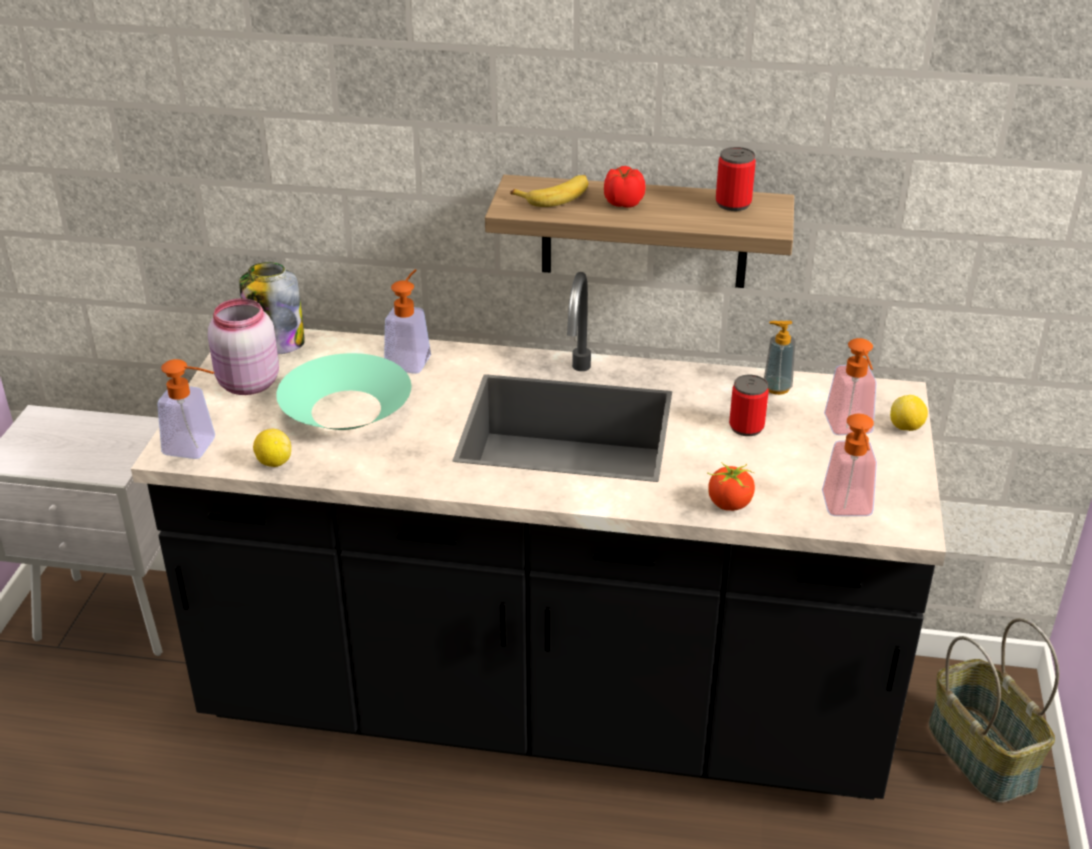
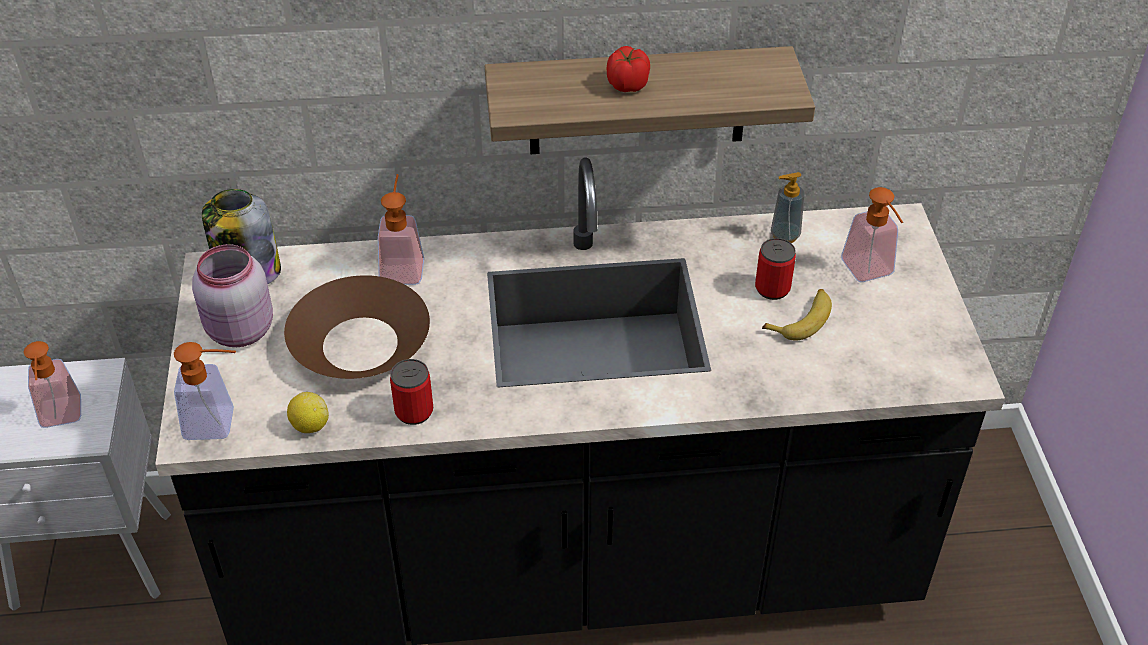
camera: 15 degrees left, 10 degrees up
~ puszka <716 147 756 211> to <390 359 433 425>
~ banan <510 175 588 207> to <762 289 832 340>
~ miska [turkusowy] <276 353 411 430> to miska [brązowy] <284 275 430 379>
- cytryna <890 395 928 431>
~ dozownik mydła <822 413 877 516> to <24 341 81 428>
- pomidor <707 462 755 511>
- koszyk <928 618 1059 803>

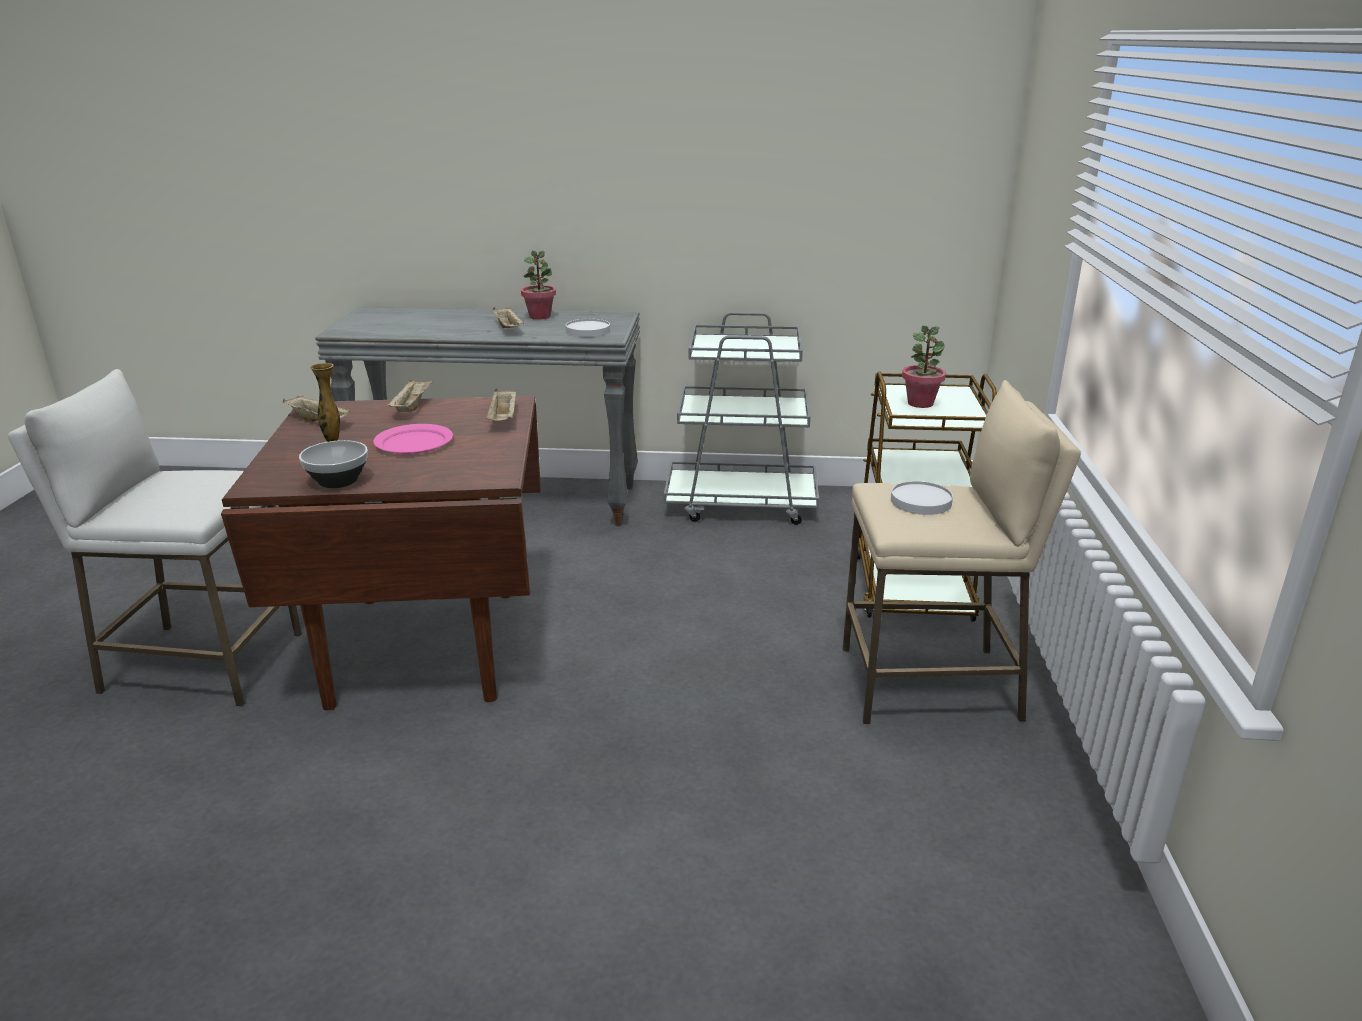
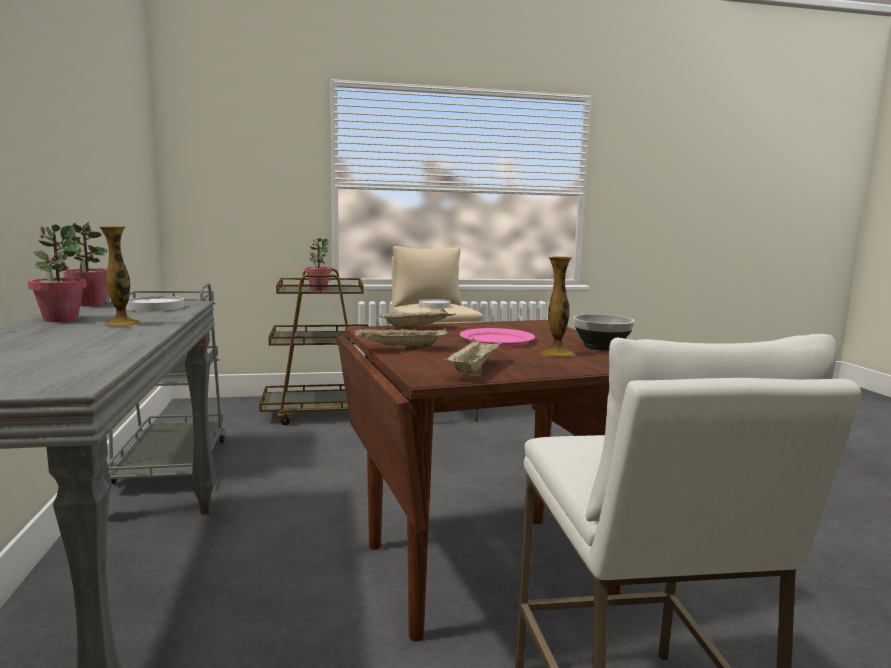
camera: 105 degrees left, 15 degrees down
~ taca [beżowy] <493 307 524 328> to wazon <99 226 141 327>
+ roślina doniczkowa <63 222 108 306>

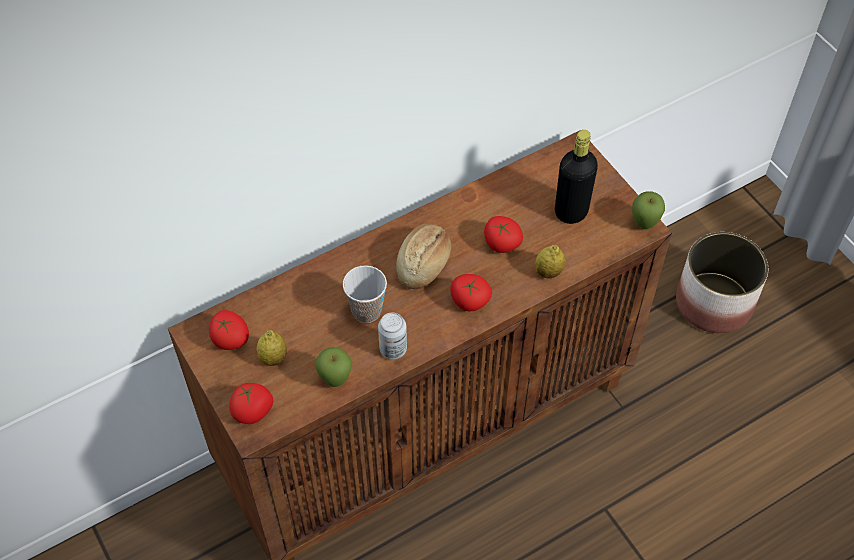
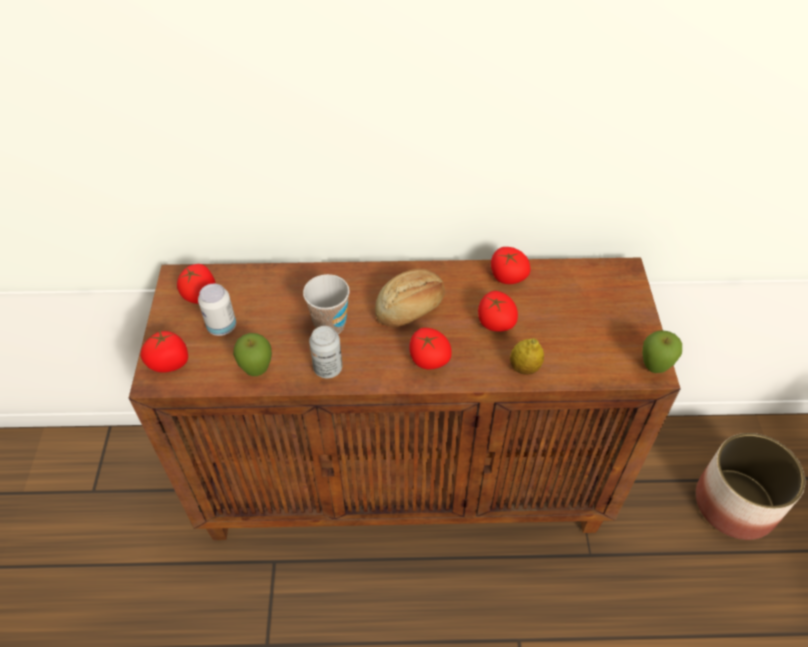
camera: 30 degrees right, 5 degrees down
- butelka [czarny] <555 130 598 224>
~ cytryna <256 330 287 366> to puszka <198 284 236 336>
+ pomidor <491 247 530 284>

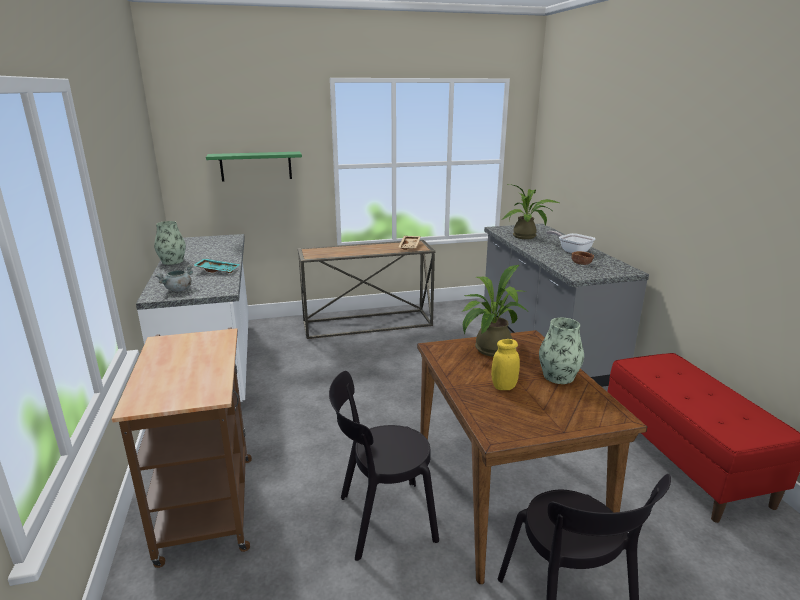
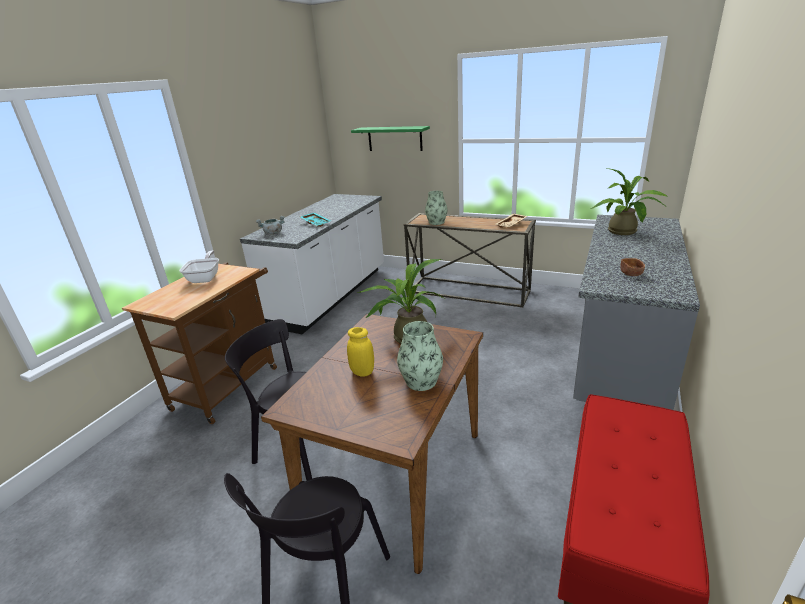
camera: 40 degrees right, 5 degrees up
~ wazon <154 221 186 265> to <425 191 448 225>
~ patelnia <546 231 596 253> to <179 251 219 283>

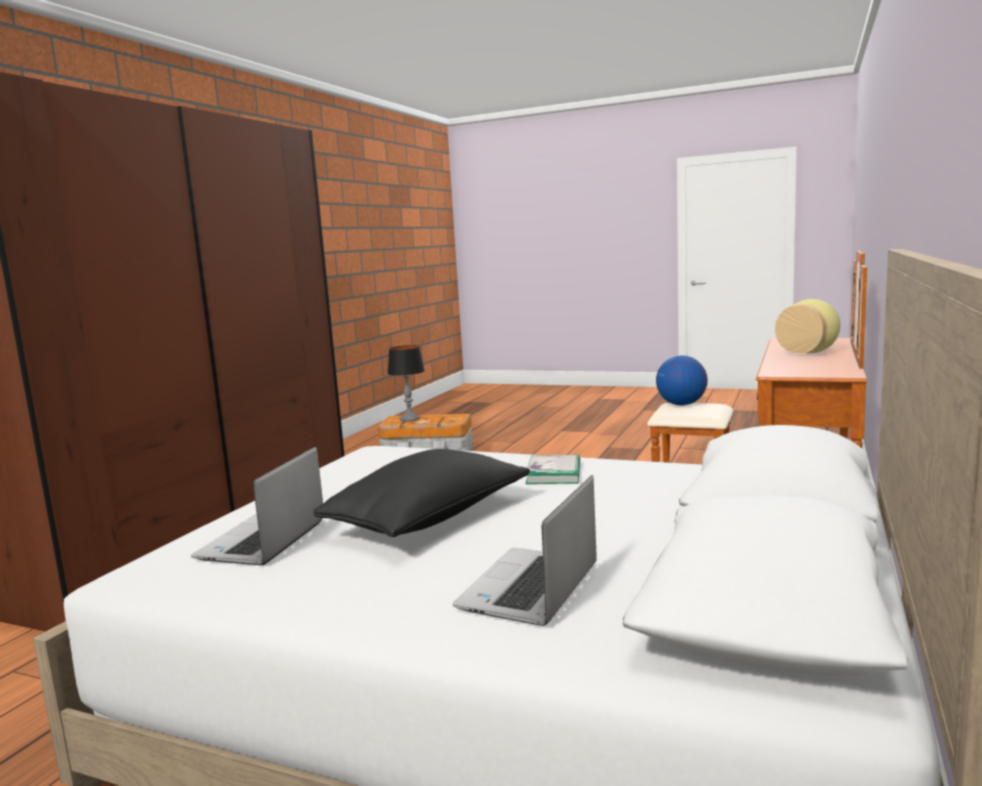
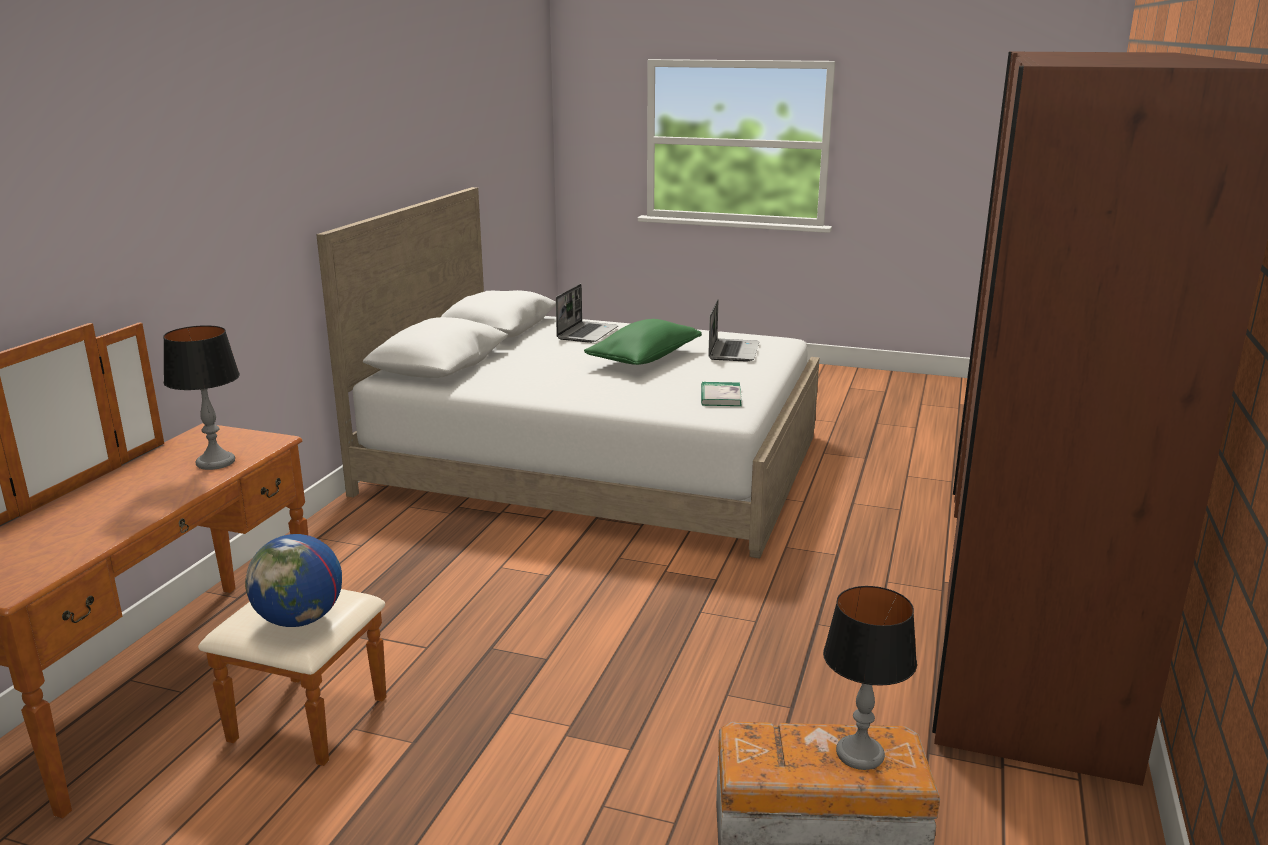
camera: 175 degrees right, 10 degrees up
- wazon <775 299 840 354>
~ poduszka [czarny] <313 449 530 537> to poduszka [zielony] <584 319 702 365>
~ książka <526 455 580 484> to <701 382 742 406>
+ lampa stołowa <163 325 240 470>

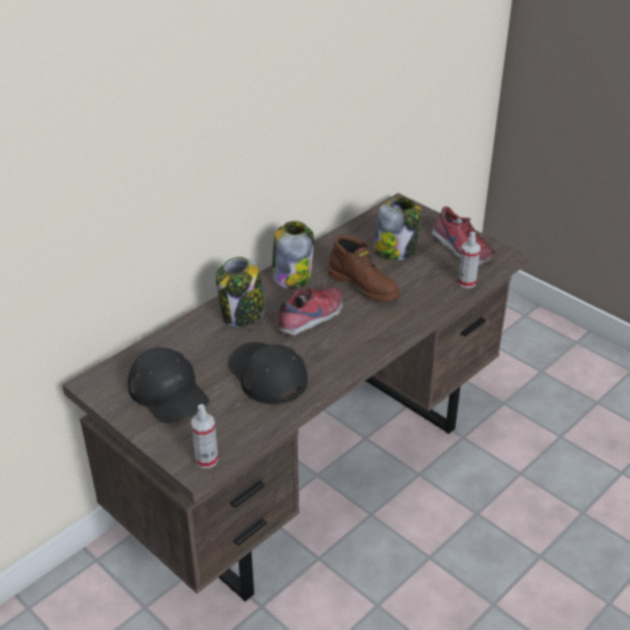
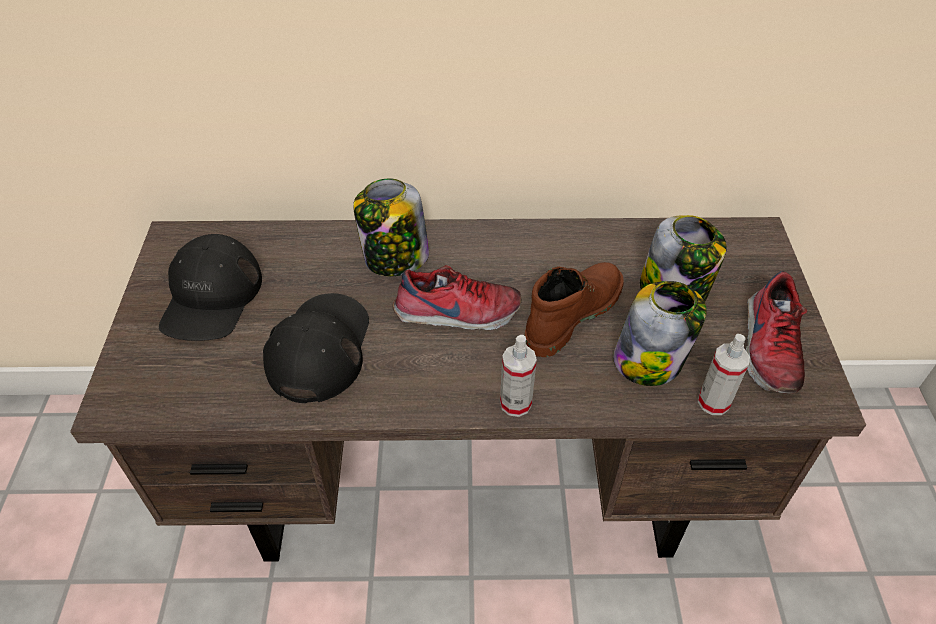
camera: 45 degrees right, 10 degrees up
~ słoik <272 221 314 289> to <613 281 707 386>
~ but z cholewką [brązowy] <328 235 400 301> = <524 262 623 357> 135 degrees counterclockwise
~ spryskiwacz <191 404 218 468> to <500 335 537 417>

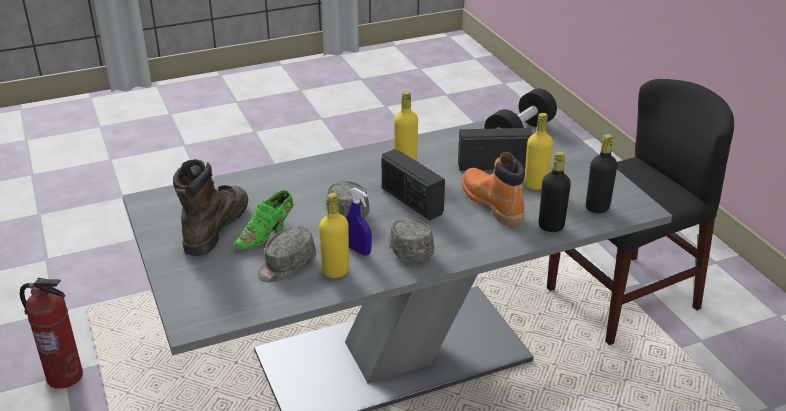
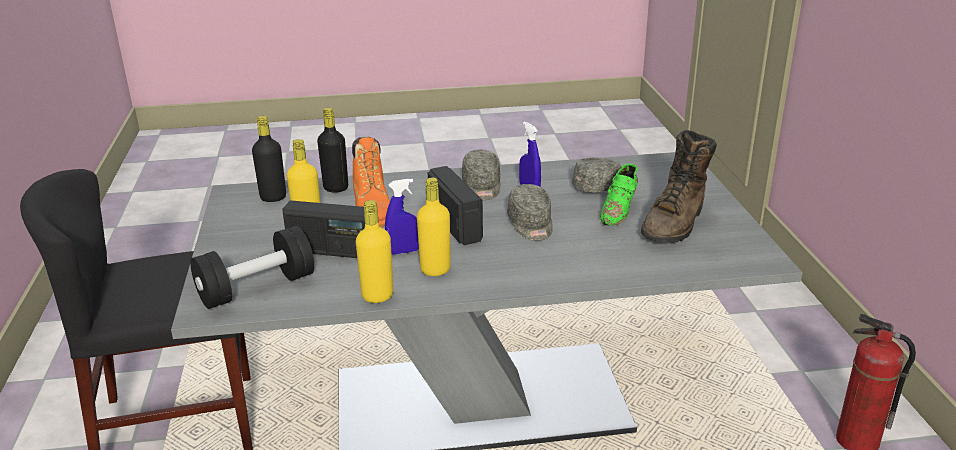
camera: 165 degrees left, 5 degrees down
~ but [zielony] <232 190 294 250> = <600 164 638 226> 150 degrees clockwise
~ butelka [żółty] <319 193 349 278> to <356 200 393 303>
+ spryskiwacz [niebieski] <385 179 419 255>

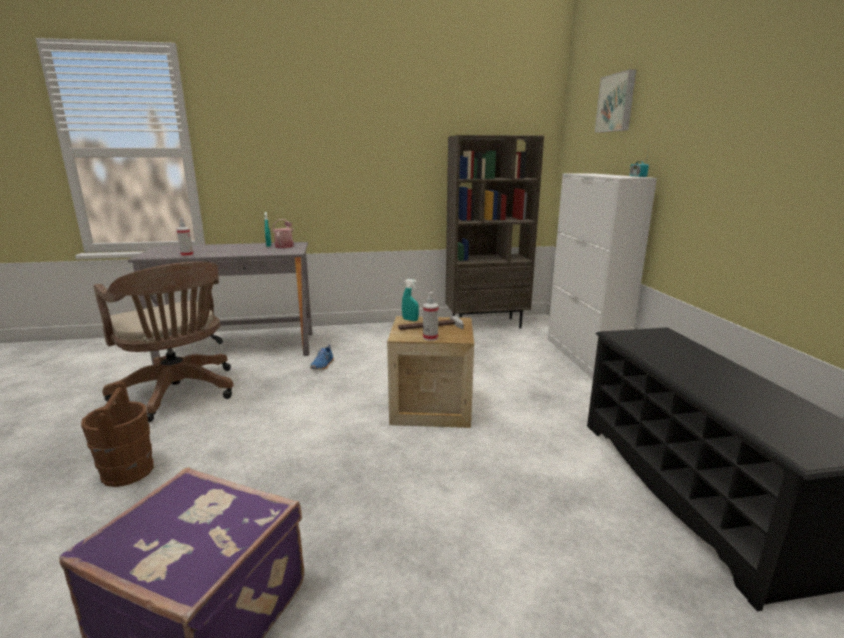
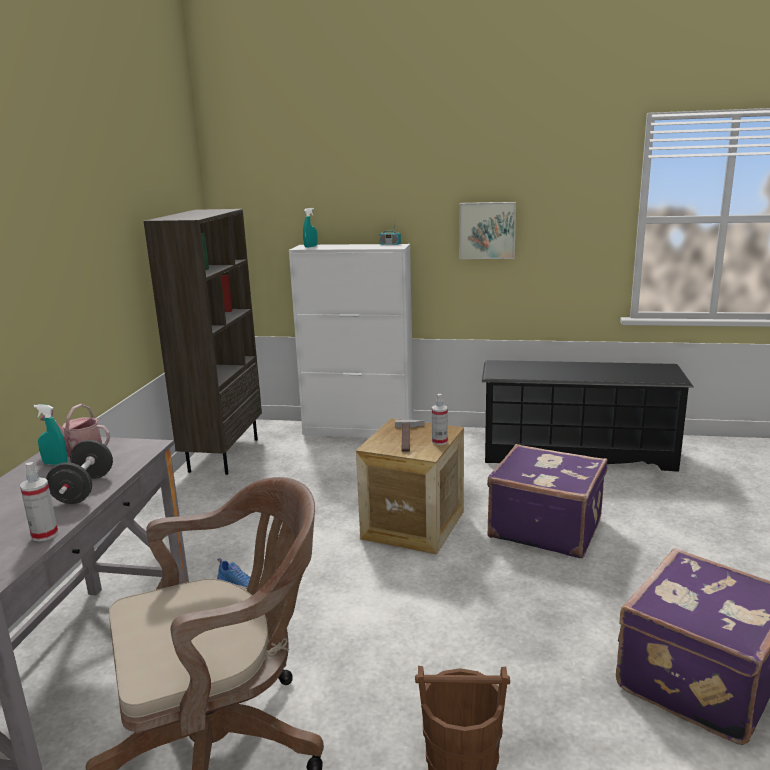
camera: 70 degrees left, 0 degrees up
~ obraz <595 69 636 133> to <459 202 516 259>
~ spryskiwacz [turkusowy] <402 279 419 321> to <303 208 317 248>
+ hantel [czarny] <46 440 113 504>
+ walizka [fioletowy] <487 444 607 558>

